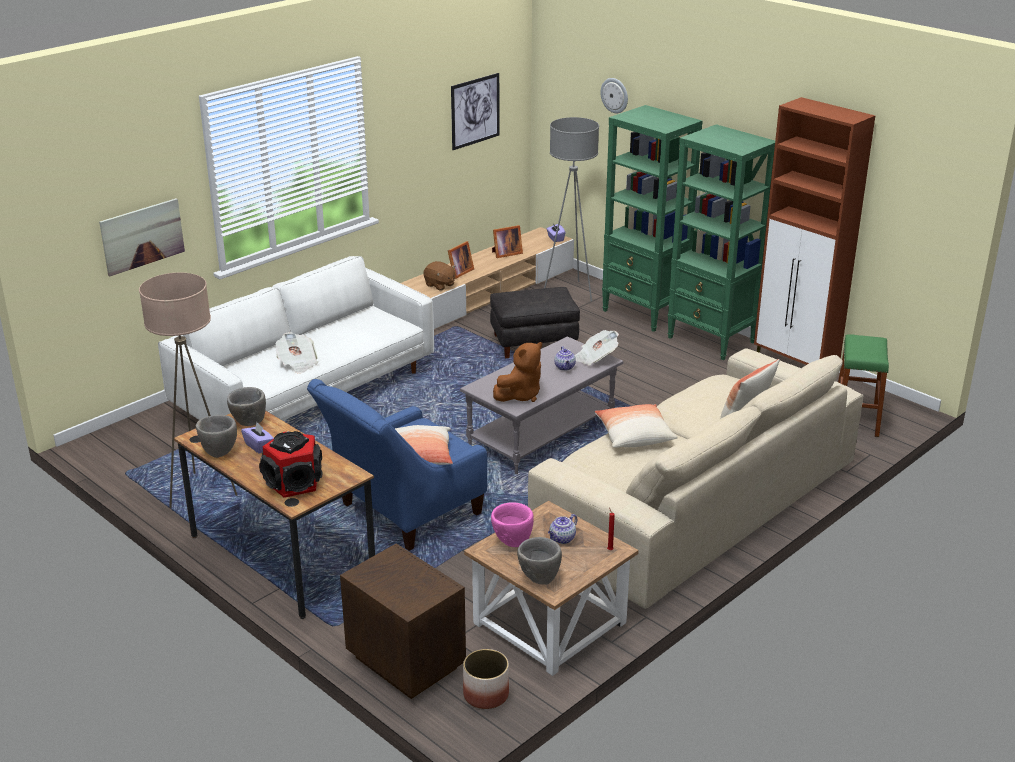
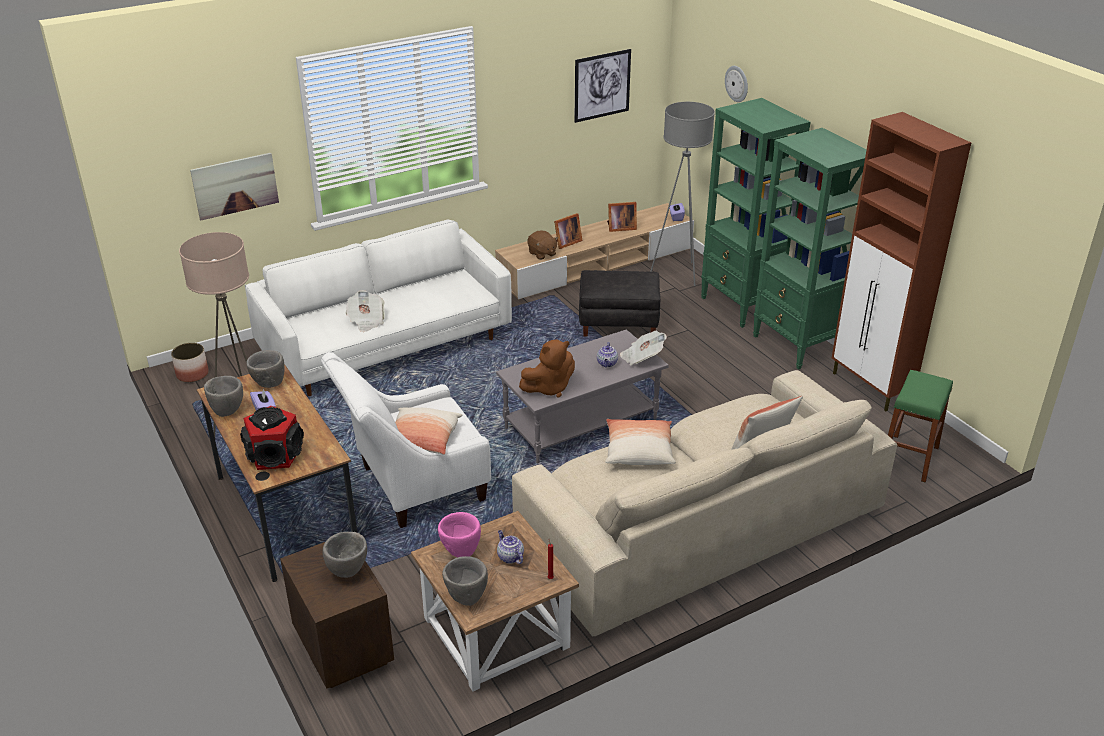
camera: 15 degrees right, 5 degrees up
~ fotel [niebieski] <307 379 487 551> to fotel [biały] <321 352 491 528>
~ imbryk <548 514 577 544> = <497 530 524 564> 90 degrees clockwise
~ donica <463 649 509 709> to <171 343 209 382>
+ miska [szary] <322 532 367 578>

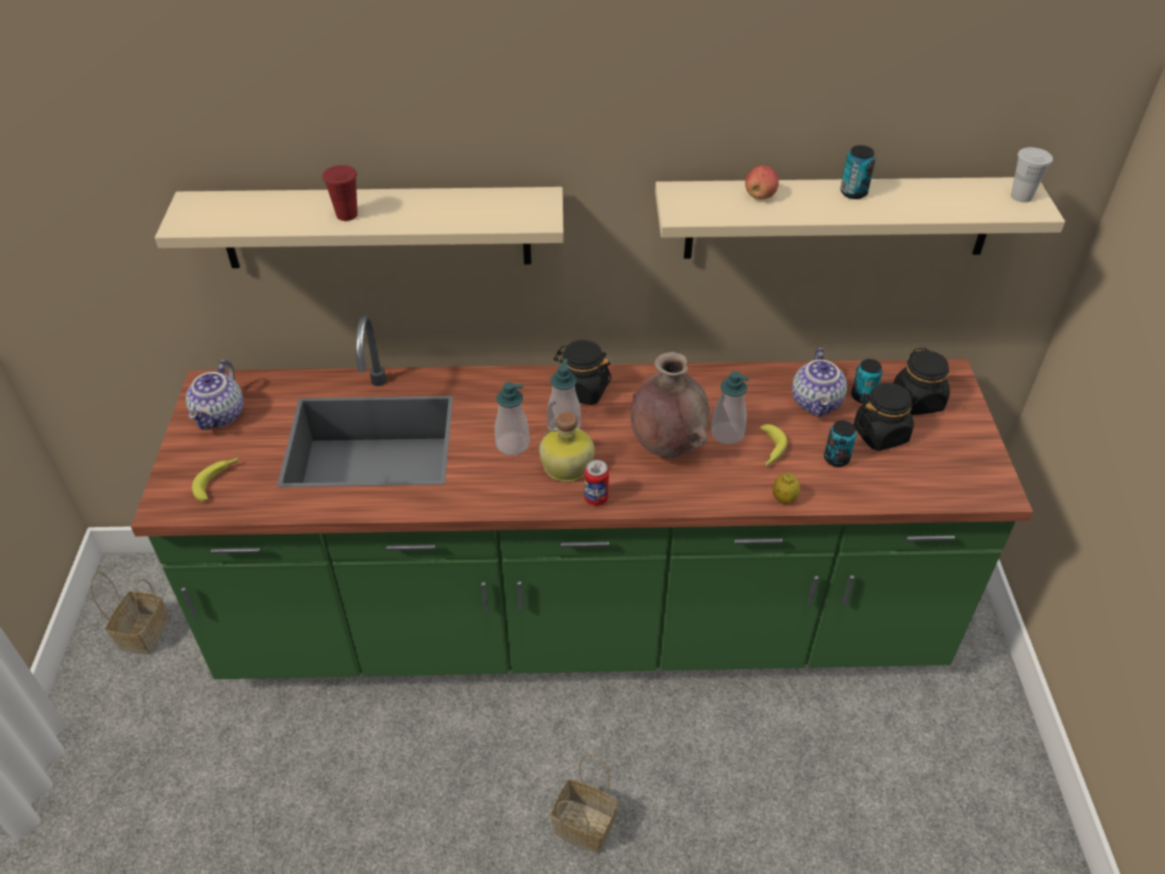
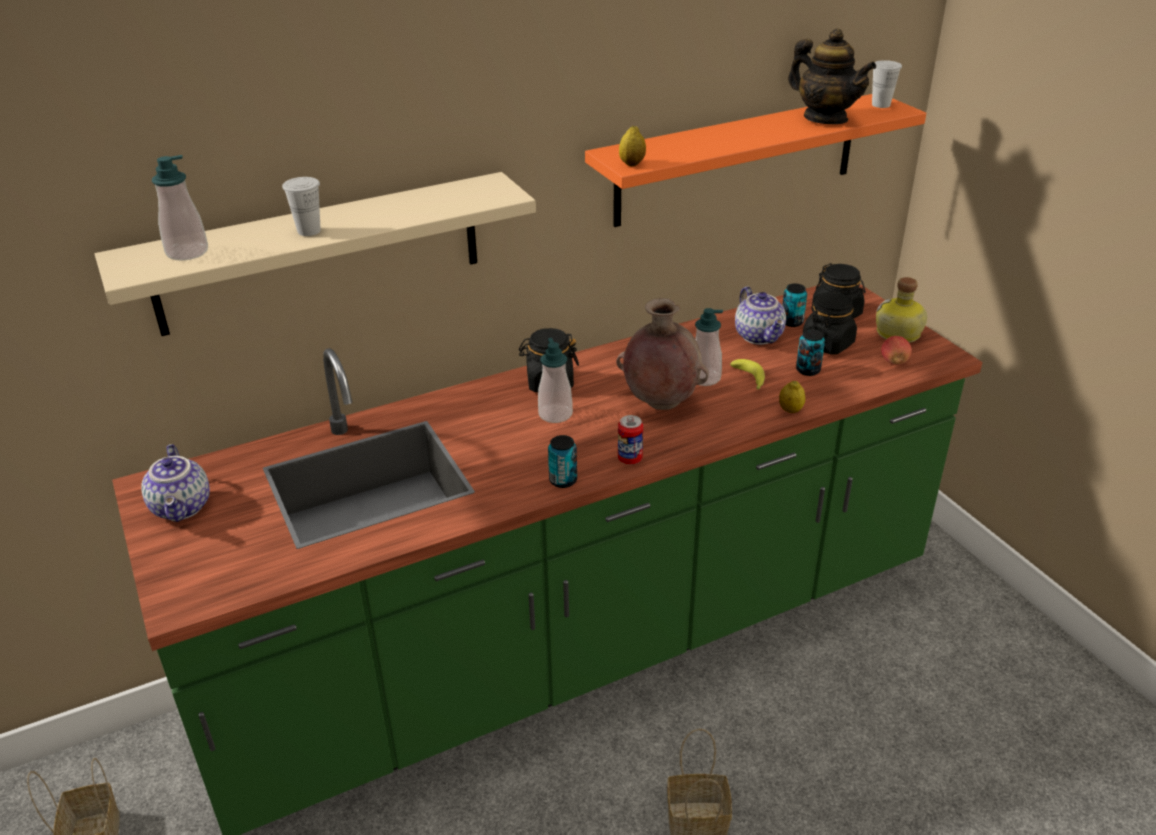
camera: 25 degrees left, 10 degrees down
~ puszka <840 145 875 199> to <548 435 577 488>
~ filiżanka [czerwony] <322 165 358 221> to filiżanka [biały] <282 177 321 236>
~ jabłko <745 165 779 199> to <881 336 912 365>
~ półka [beżowy] <655 177 1065 259> to półka [pomarańczowy] <585 94 926 227>
~ dozownik mydła <495 382 530 456> to <152 155 208 261>
~ butelka <539 412 595 482> to <876 277 927 343>
- banan <192 458 239 502>
+ imbryk <788 29 876 124>
+ cytryna <619 126 646 167>

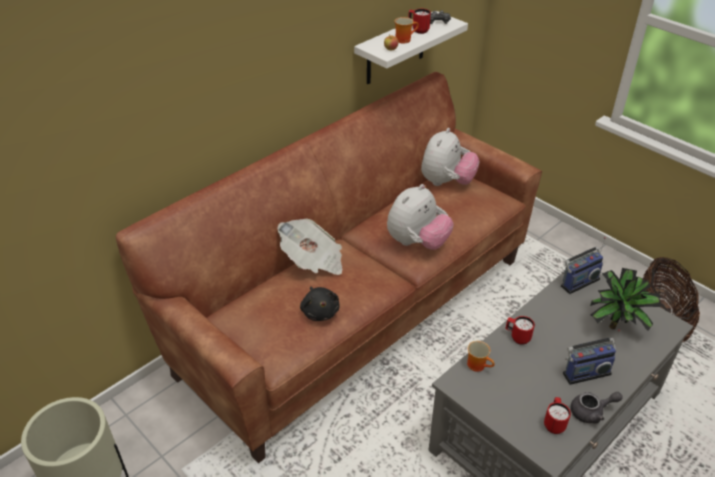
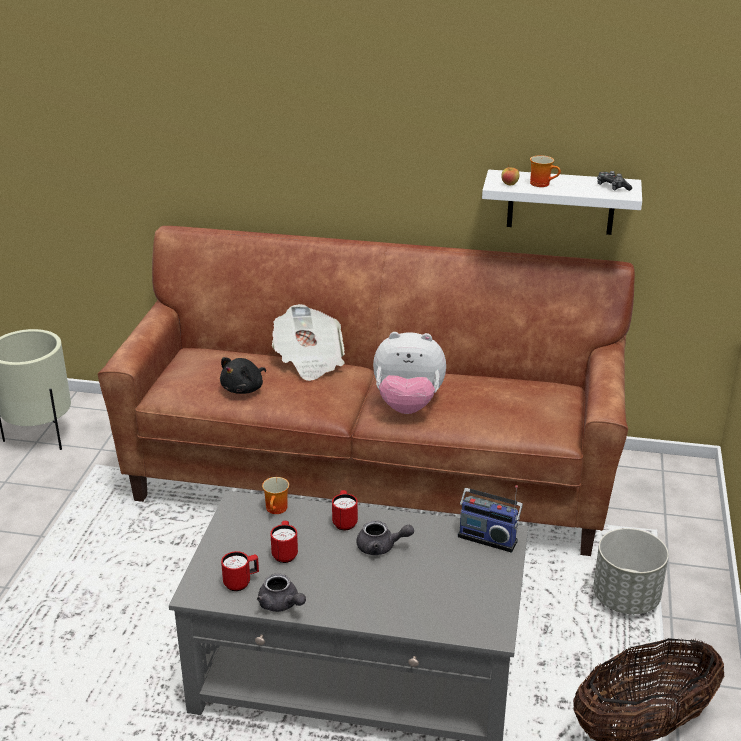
camera: 55 degrees right, 10 degrees down
~ kubek [czerwony] <408 9 431 34> to <270 521 298 563>
- pluszak <421 128 480 186>
- roślina doniczkowa <590 268 661 331>
- radio <563 329 620 385>
+ imbryk [szary] <356 520 414 555>
+ donica [szary] <593 528 669 614>

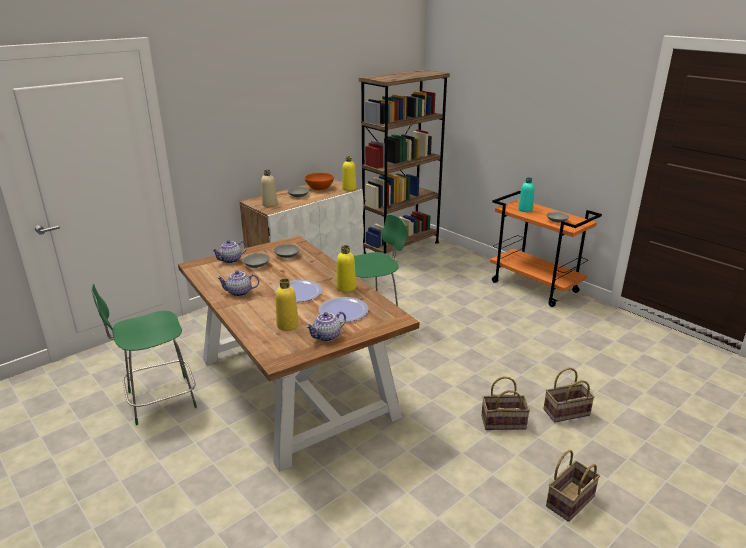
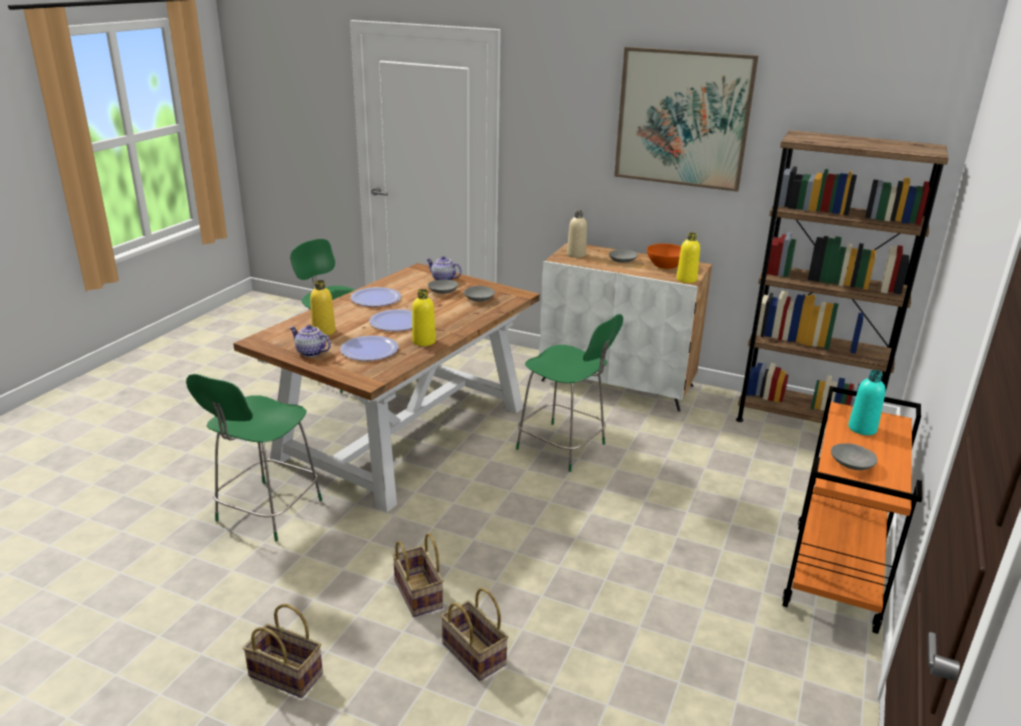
camera: 65 degrees right, 0 degrees up
~ imbryk <217 271 259 297> to talerz <350 287 401 307>
+ obraz <614 47 759 192>
+ krzesło [zielony] <186 374 322 541>

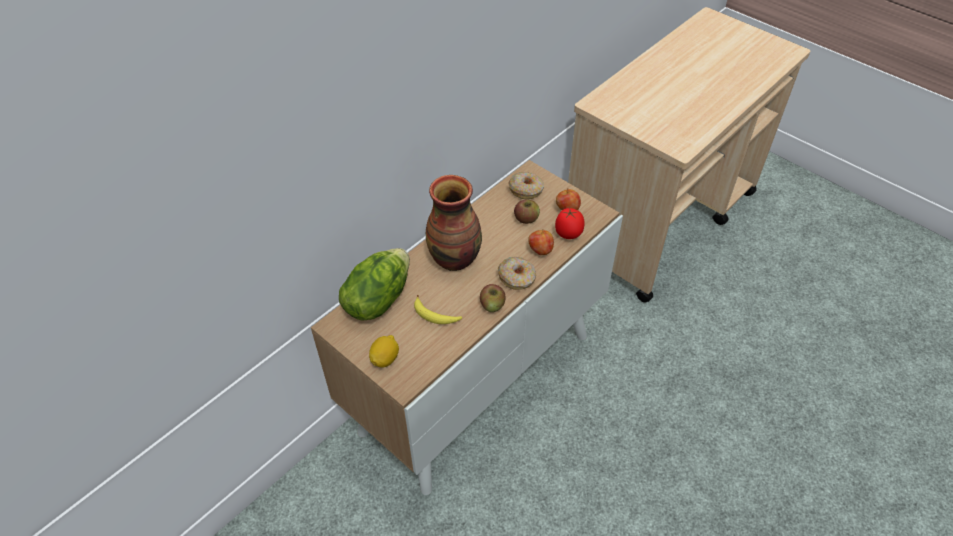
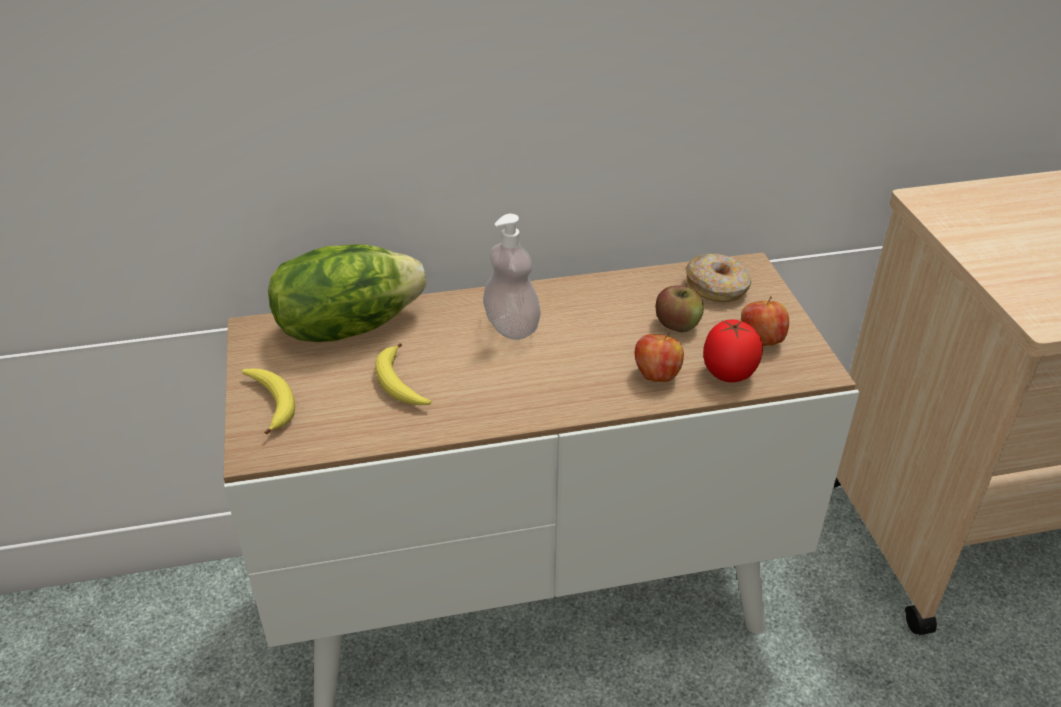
camera: 35 degrees right, 10 degrees down
~ wazon <426 175 482 271> to dozownik mydła <483 214 541 340>
- donut <498 257 536 290>
- jabłko <480 284 506 312>
~ cytryna <369 335 399 368> to banan <242 368 295 435>

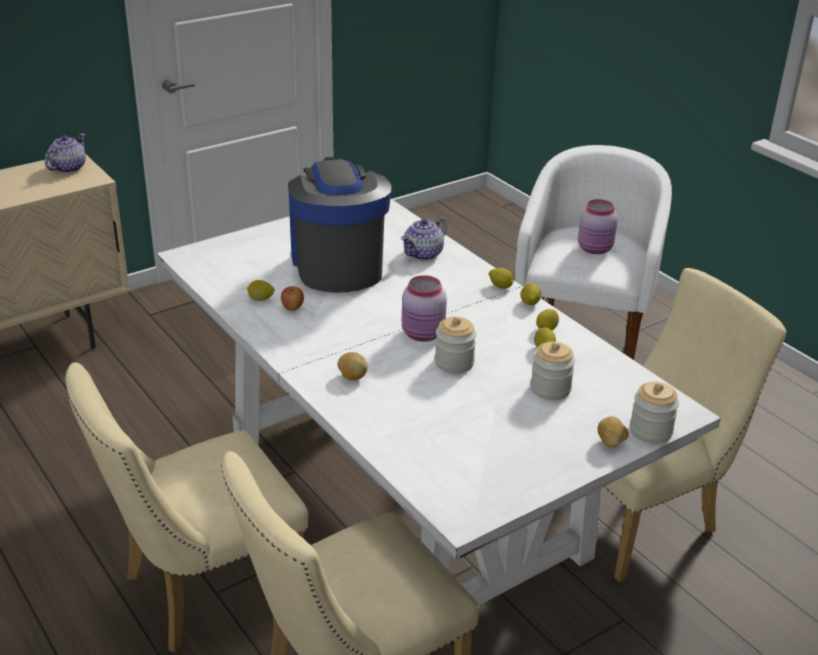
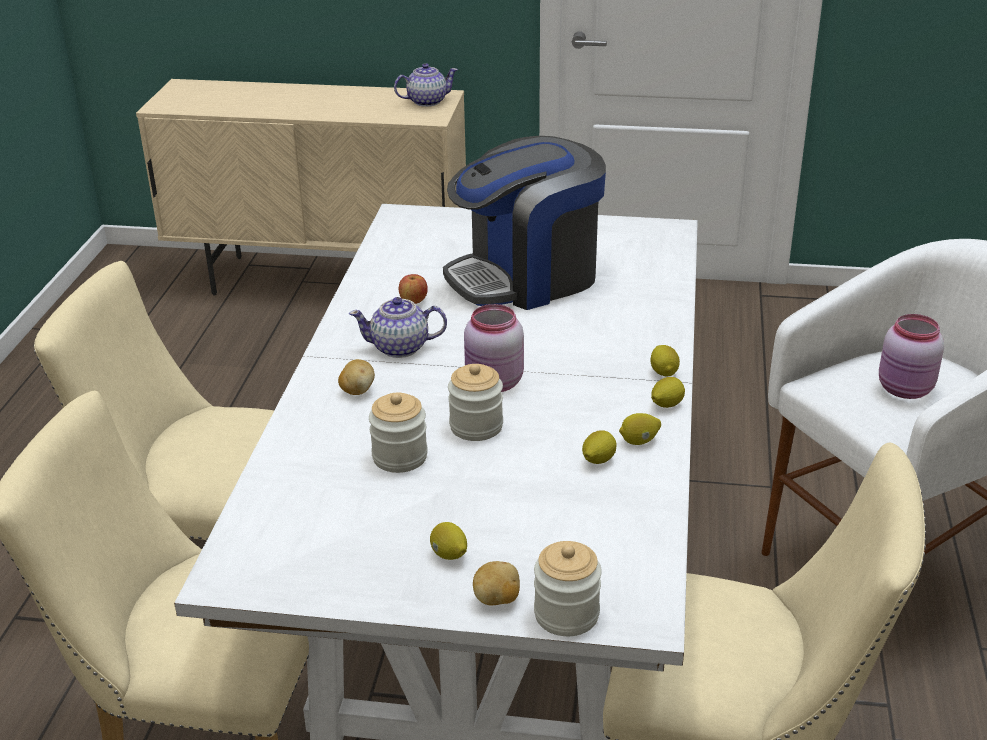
camera: 45 degrees right, 0 degrees up
~ ekspres do kawy <288 157 392 292> = <443 136 606 310> 150 degrees counterclockwise
~ imbryk <401 217 447 261> to <349 297 447 358>
~ cytryna <247 280 275 301> to <430 522 467 560>
~ słoik <531 341 575 400> to <369 393 428 473>

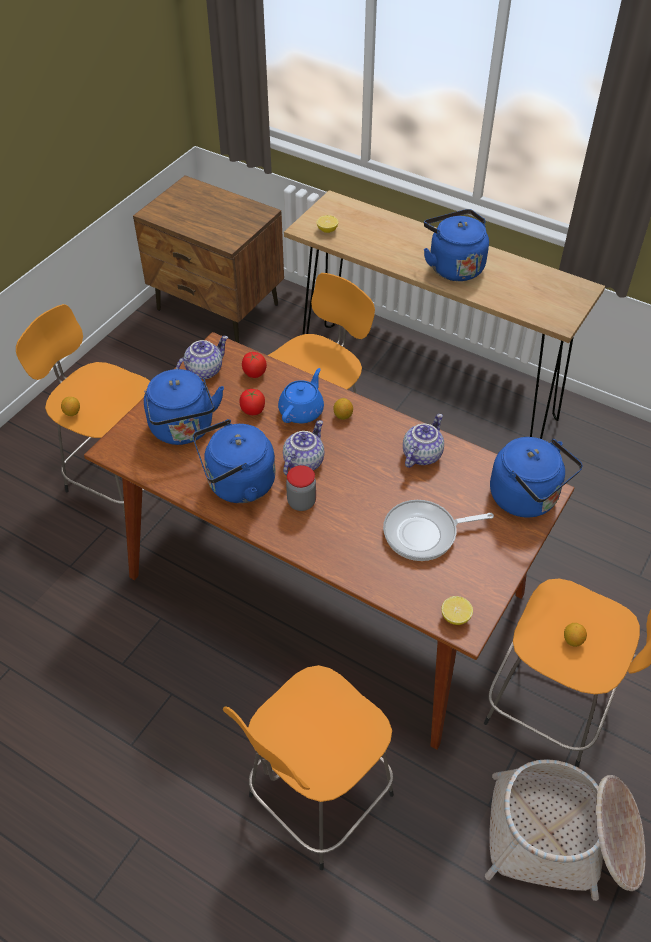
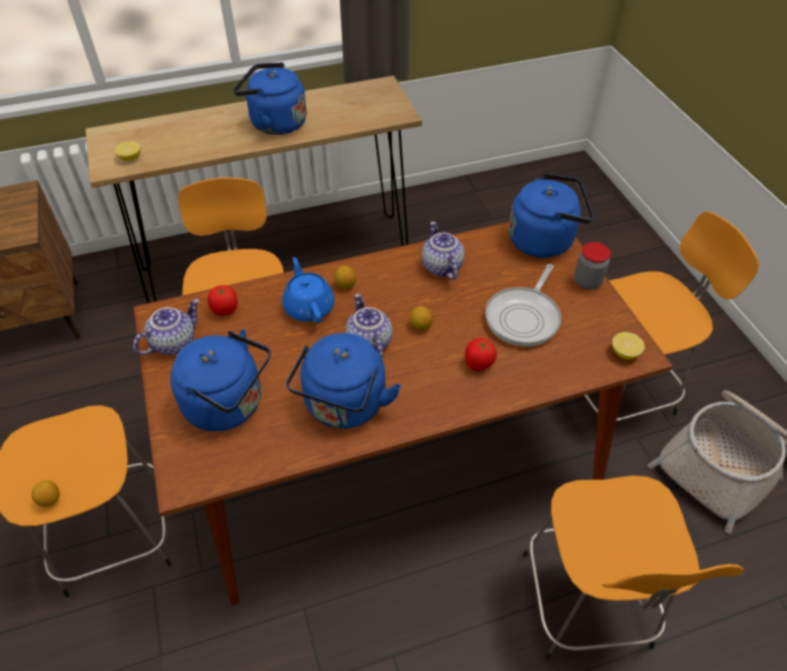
camera: 50 degrees left, 0 degrees up
~ imbryk <176 336 228 379> = <133 299 200 355> 45 degrees clockwise
~ pomidor <239 389 265 415> to <465 338 497 371>
~ słoik <286 465 316 511> to <574 242 611 290>
~ cytryna <564 623 587 647> to <410 306 433 331>

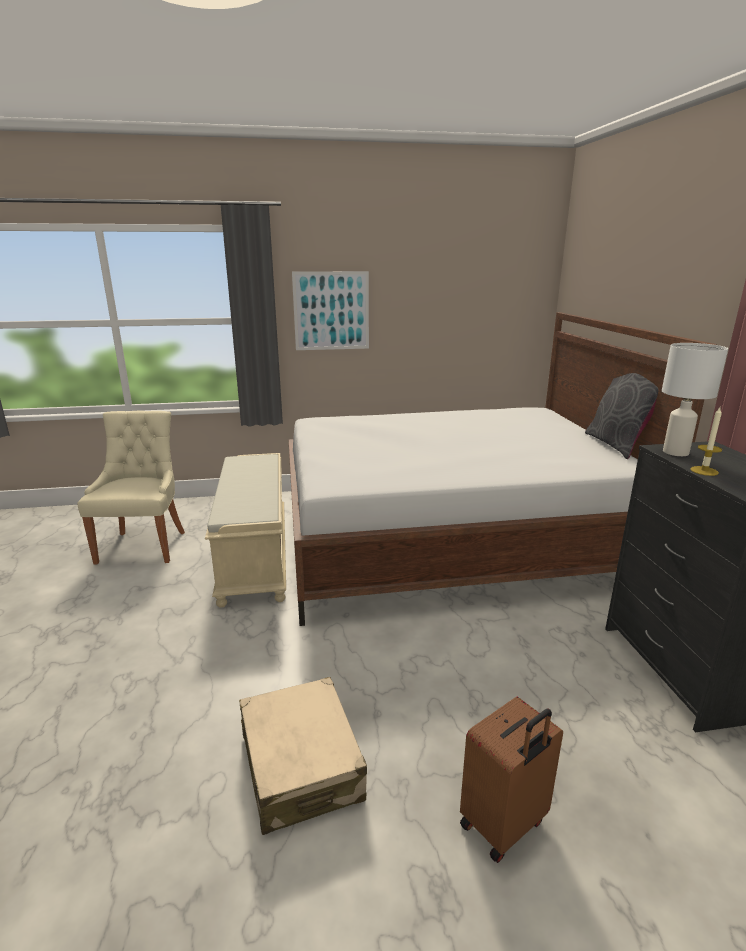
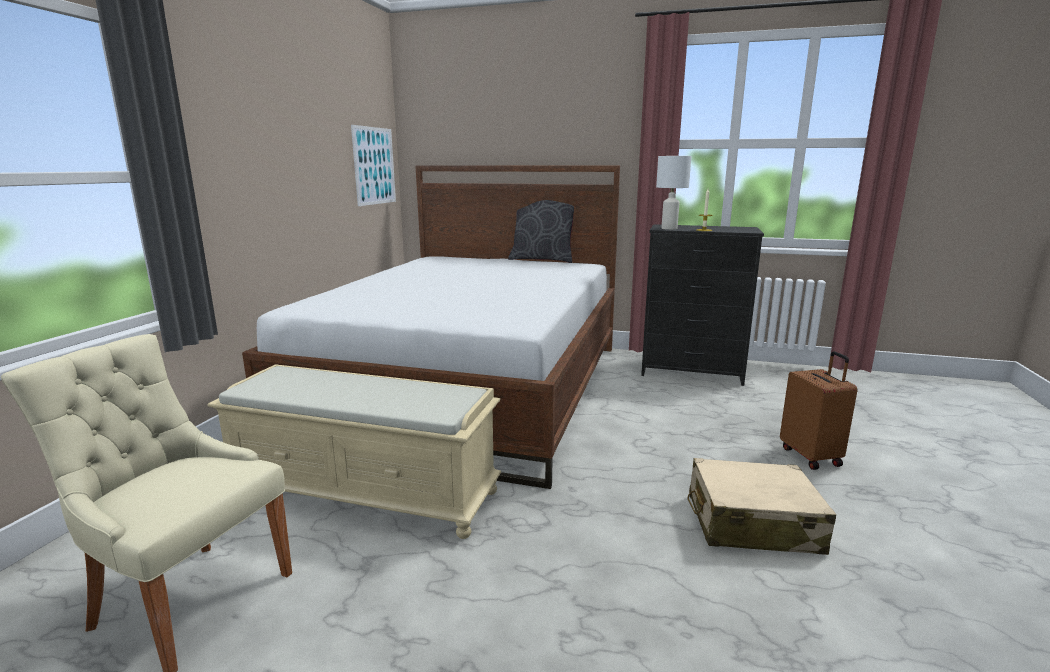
camera: 65 degrees left, 5 degrees down
~ obraz <292 271 369 350> to <351 125 396 206>

